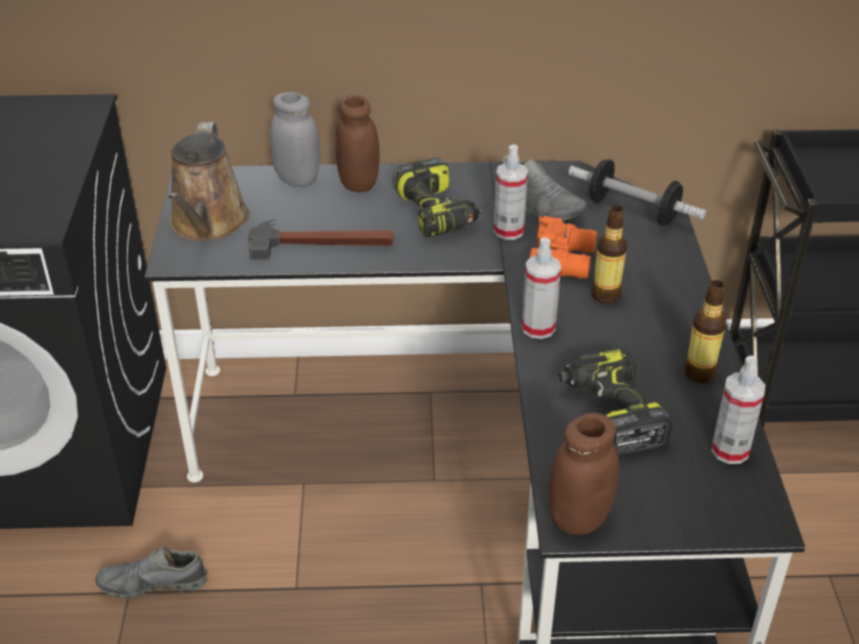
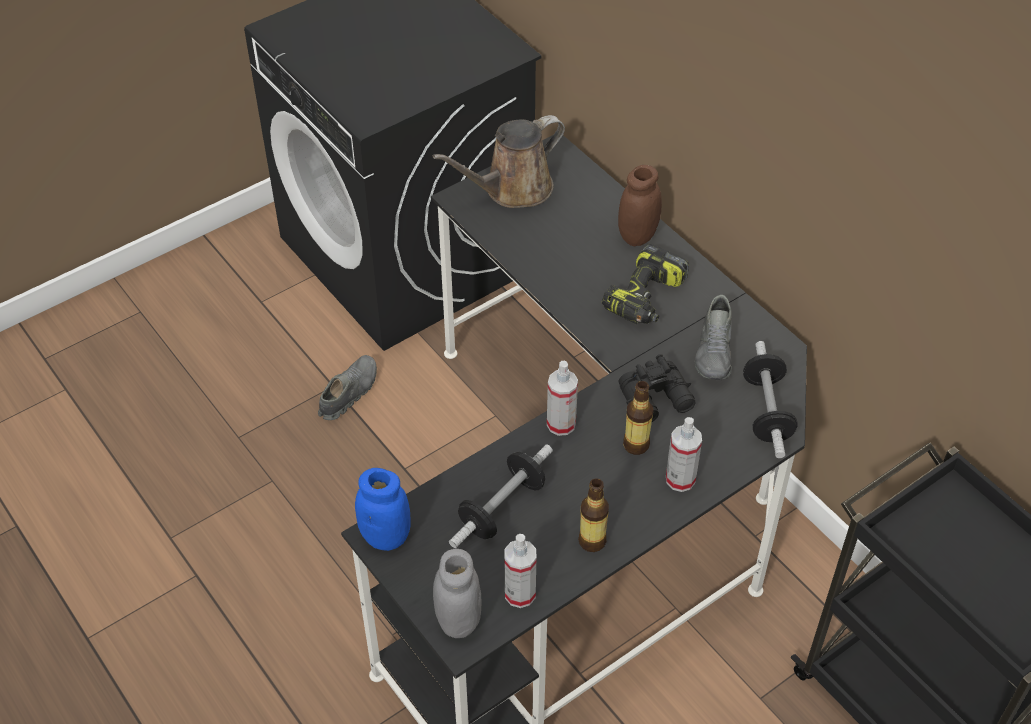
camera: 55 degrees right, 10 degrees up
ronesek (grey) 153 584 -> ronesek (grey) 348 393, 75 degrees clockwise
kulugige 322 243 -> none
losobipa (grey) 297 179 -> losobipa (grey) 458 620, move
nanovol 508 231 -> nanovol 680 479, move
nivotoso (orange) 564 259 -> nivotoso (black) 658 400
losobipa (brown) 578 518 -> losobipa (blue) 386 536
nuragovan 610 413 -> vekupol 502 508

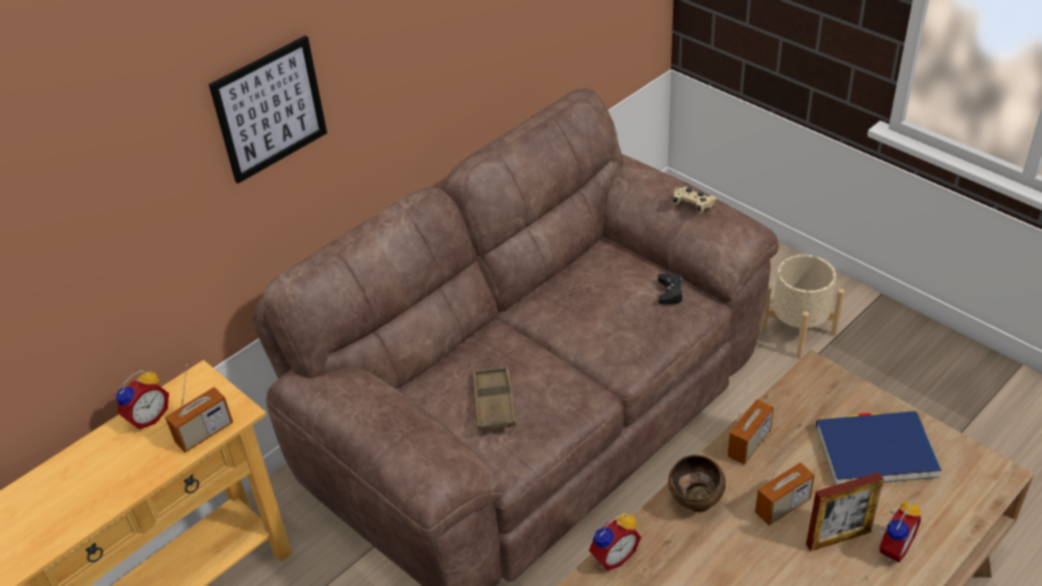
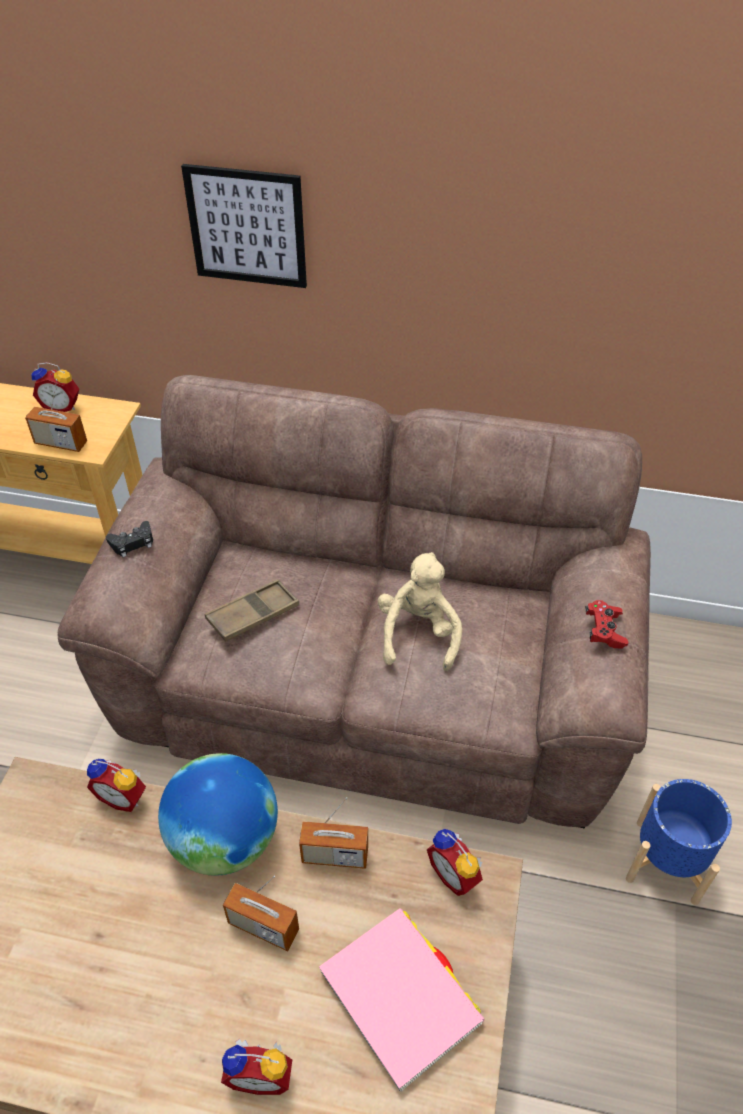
camera: 55 degrees right, 5 degrees up
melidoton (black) 670 292 -> melidoton (black) 132 543, move
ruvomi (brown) 696 504 -> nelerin 225 840
melidoton (beige) 693 205 -> melidoton (red) 604 630
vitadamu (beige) 797 331 -> vitadamu (blue) 666 860
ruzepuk 838 538 -> none
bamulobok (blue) 875 452 -> bamulobok (pink) 400 997
none -> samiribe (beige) 418 634
none -> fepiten 455 874

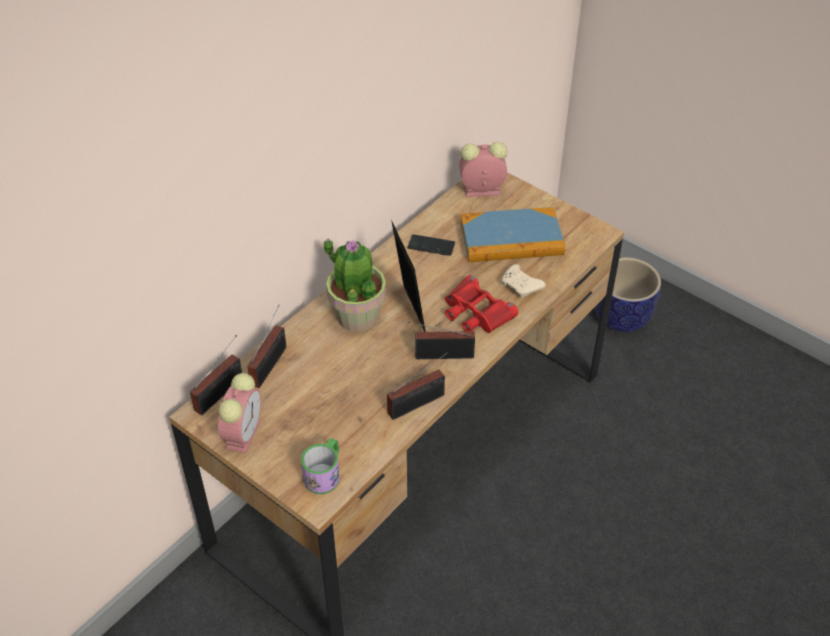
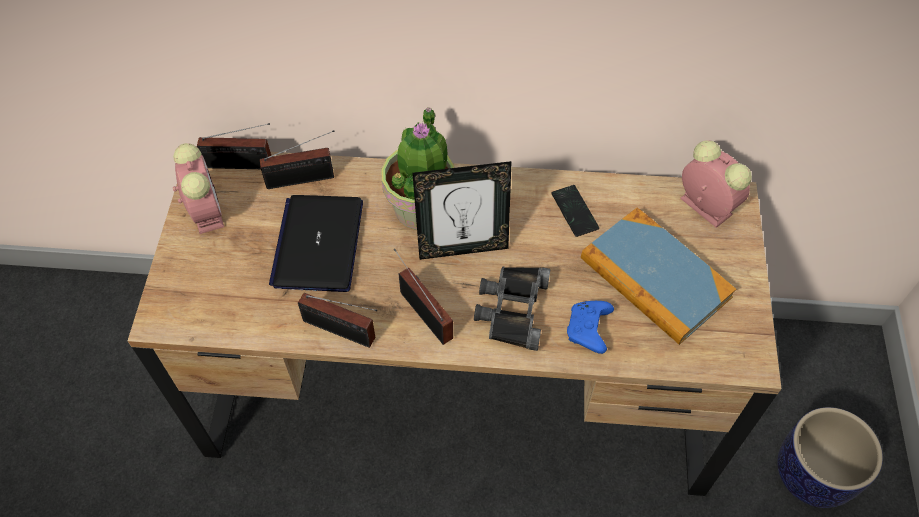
camera: 55 degrees right, 10 degrees up
fepiten 243 432 -> fepiten 205 210, 90 degrees counterclockwise
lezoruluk 325 473 -> none
ruzepuk 409 311 -> ruzepuk 462 247, 45 degrees clockwise
nivotoso (red) 476 312 -> nivotoso (black) 511 309
melidoton (beige) 521 287 -> melidoton (blue) 589 331
none -> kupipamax 318 244

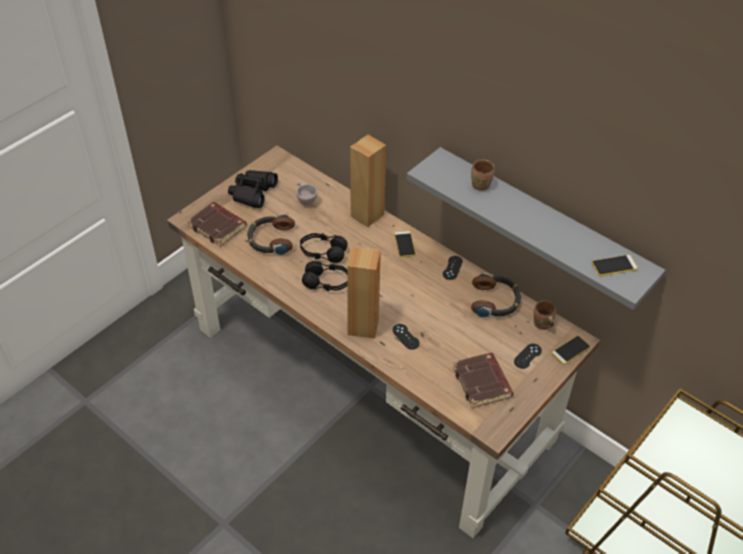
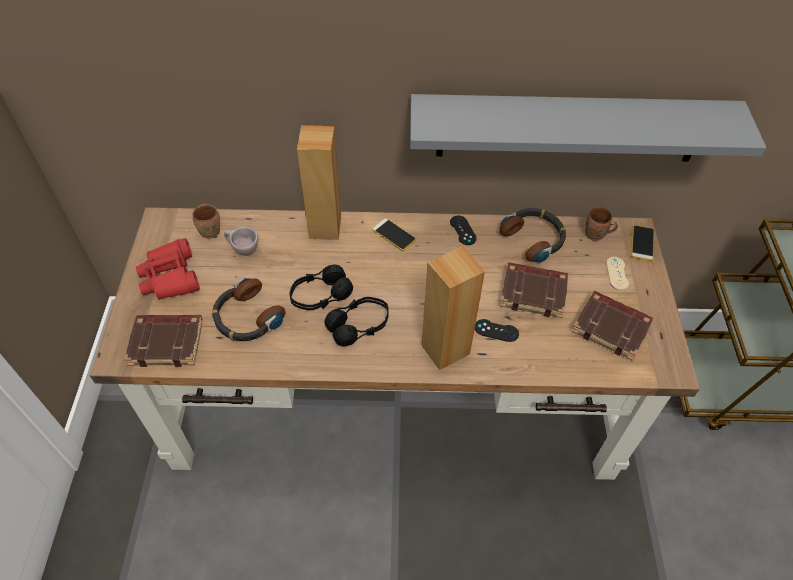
camera: 40 degrees left, 5 degrees up
nivotoso (black) 252 193 -> nivotoso (red) 170 277
lezoruluk (brown) 482 185 -> lezoruluk (brown) 211 230, move
melidoton (black) 527 356 -> melidoton (beige) 617 273
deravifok 614 266 -> none
none -> bamulobok (brown) 534 292

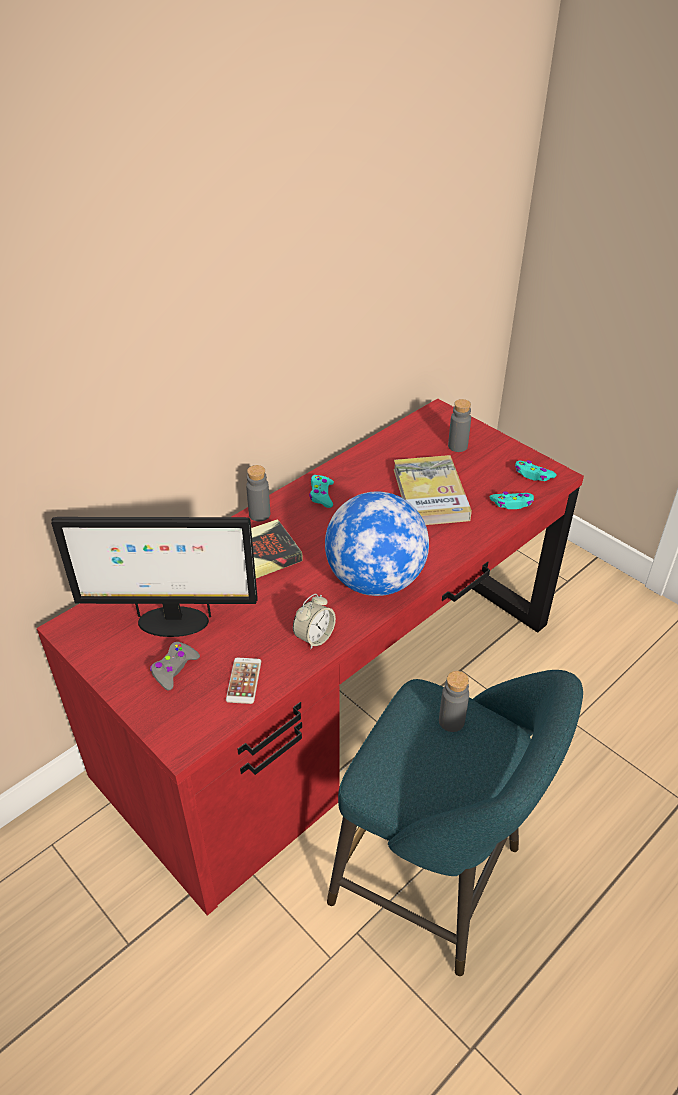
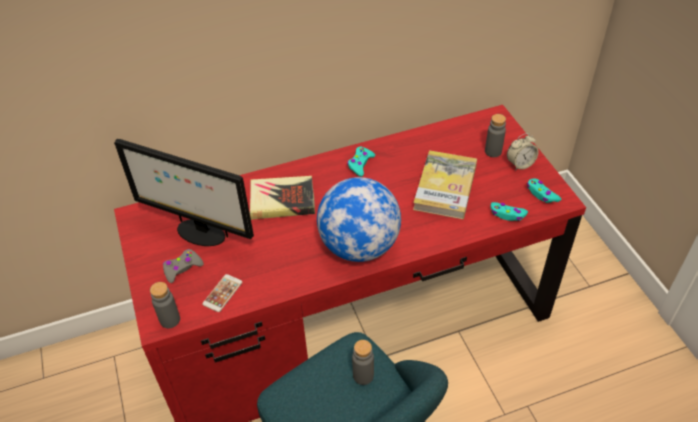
camera: 25 degrees right, 5 degrees up
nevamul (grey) 259 514 -> nevamul (grey) 170 320, move
fepiten 314 637 -> fepiten 520 164, move

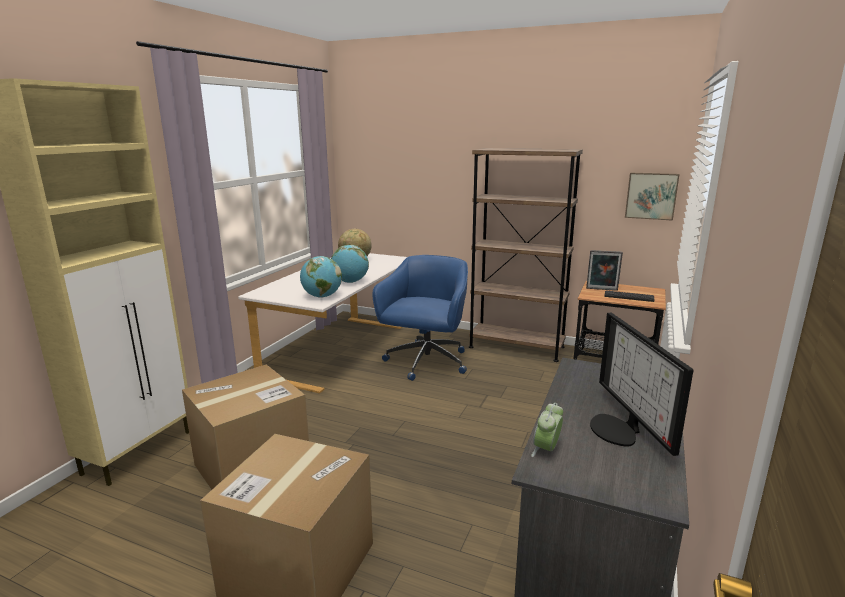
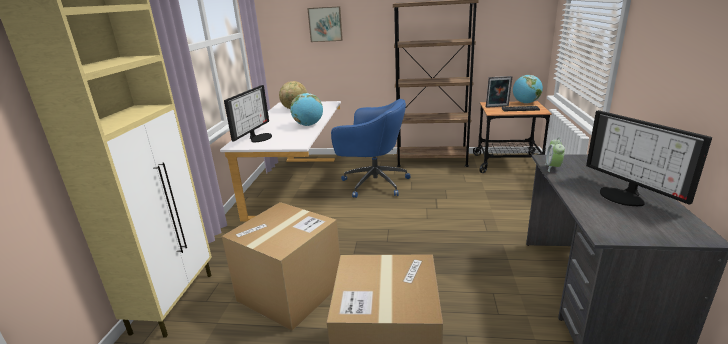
camera: 15 degrees left, 5 degrees up
nelerin 322 296 -> nelerin 525 103, move
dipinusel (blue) 426 363 -> dipinusel (blue) 373 183, 105 degrees clockwise
fepiten 546 450 -> fepiten 553 168, move
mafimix 651 196 -> mafimix 325 24, move
none -> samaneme 259 137

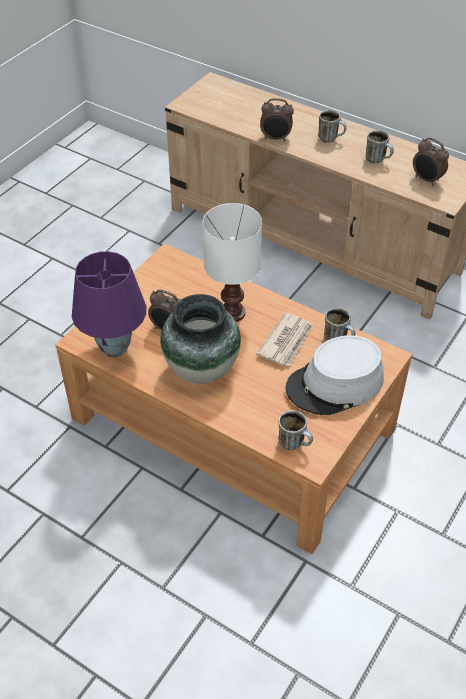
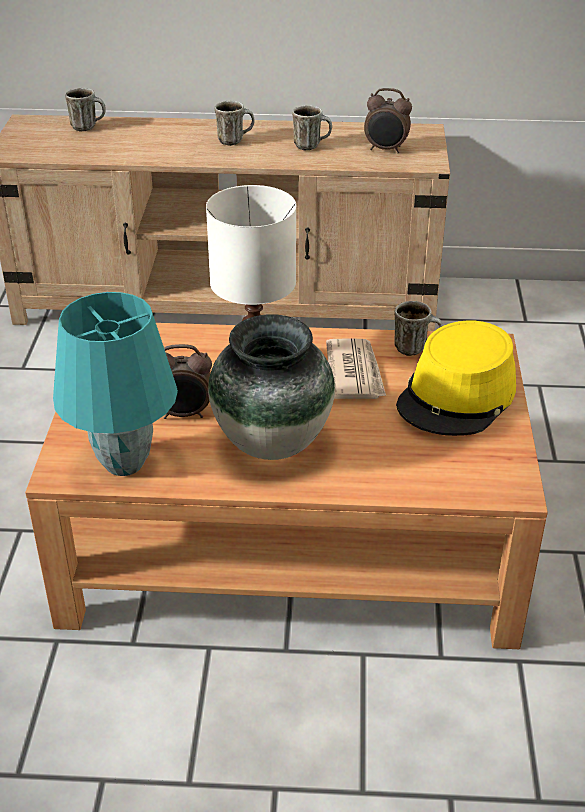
camera: 30 degrees left, 10 degrees down
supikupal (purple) 113 348 -> supikupal (turquoise) 123 464
fepiten 275 138 -> none
lezoruluk 295 443 -> lezoruluk 88 127, move
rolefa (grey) 335 384 -> rolefa (yellow) 457 396

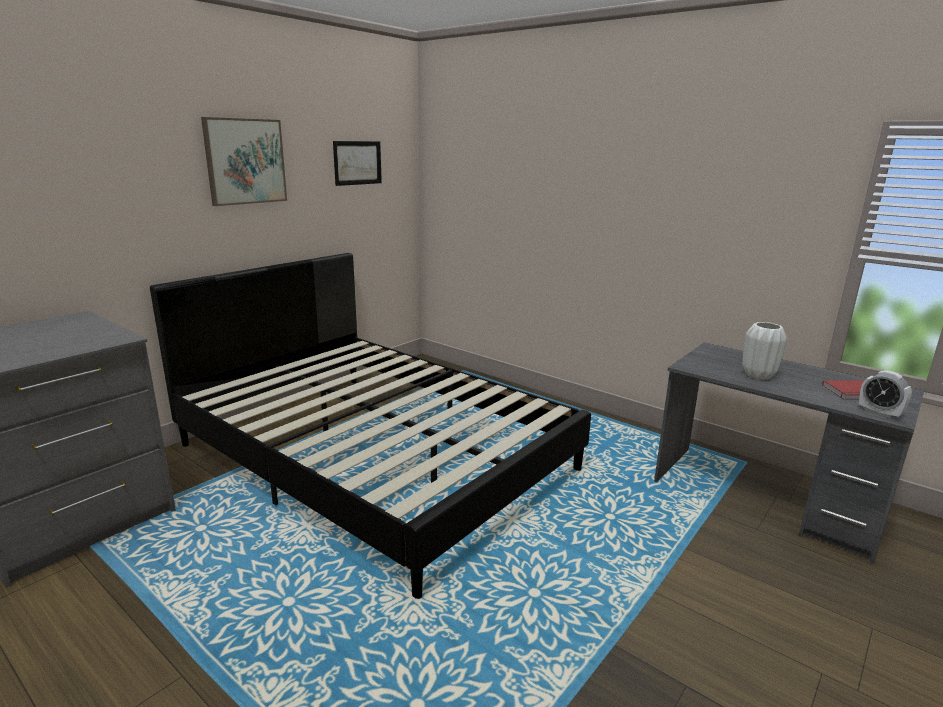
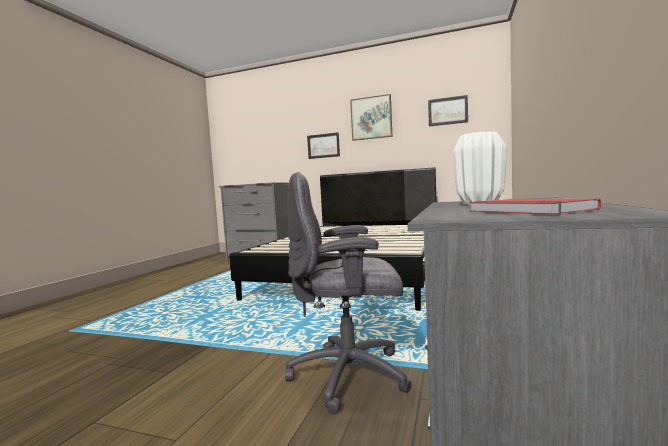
camera: 70 degrees right, 15 degrees down
fepiten 879 413 -> none
none -> dipinusel (grey) 351 375
none -> mafimix 323 146

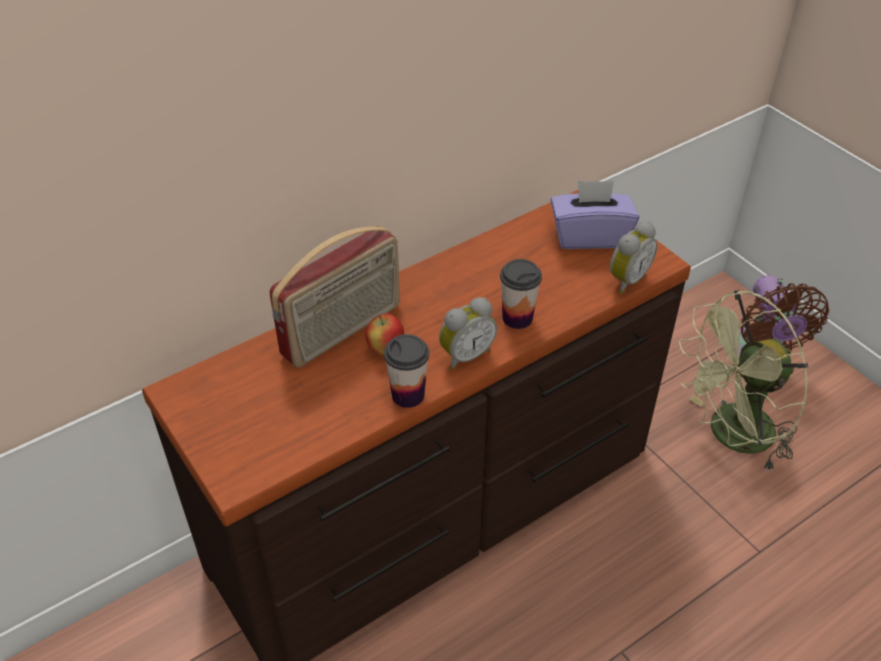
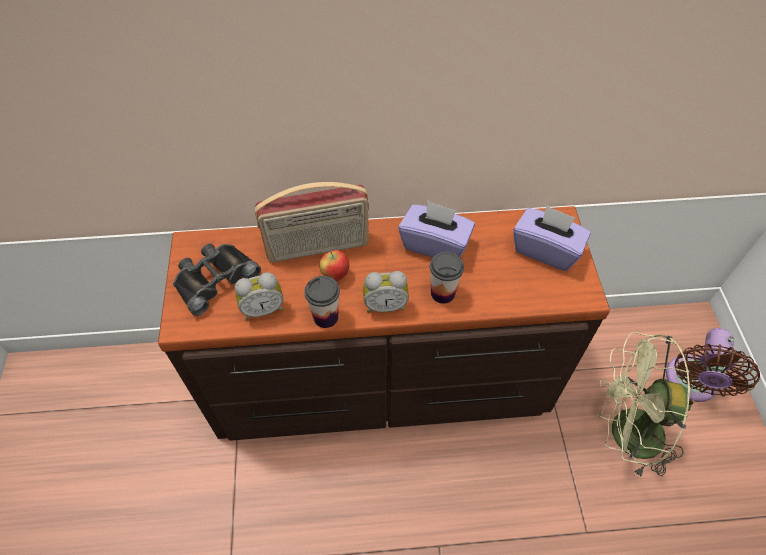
camera: 30 degrees right, 10 degrees up
fepiten 626 279 -> fepiten 263 308, move
none -> nivotoso (black) 214 278
none -> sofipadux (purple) 435 244

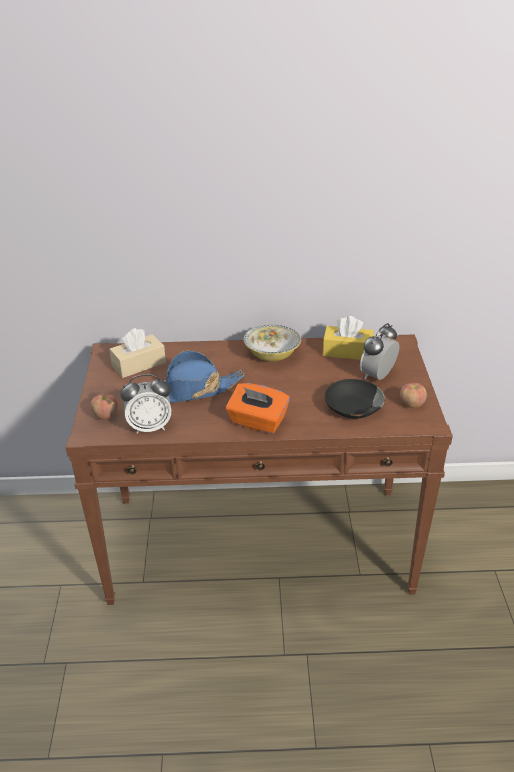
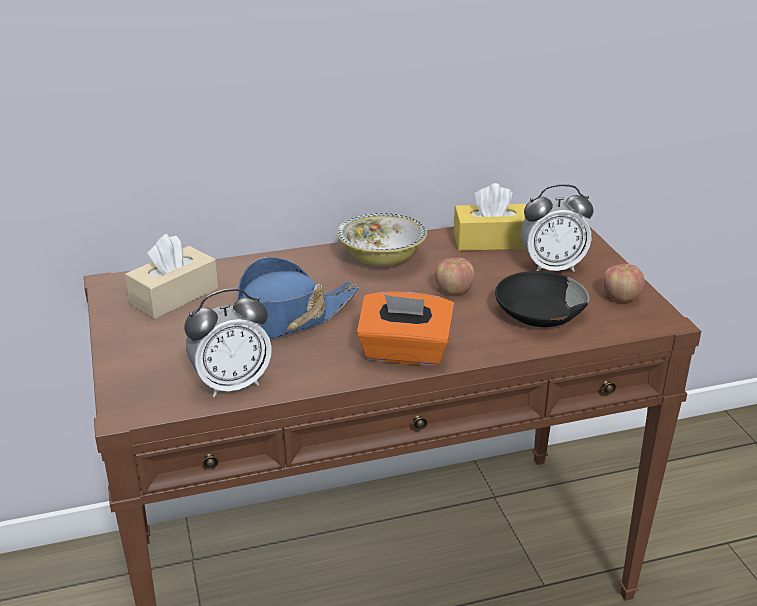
camera: 15 degrees left, 5 degrees down
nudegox 105 415 -> nudegox 454 290, move
fepiten 377 376 -> fepiten 552 267, 120 degrees counterclockwise

